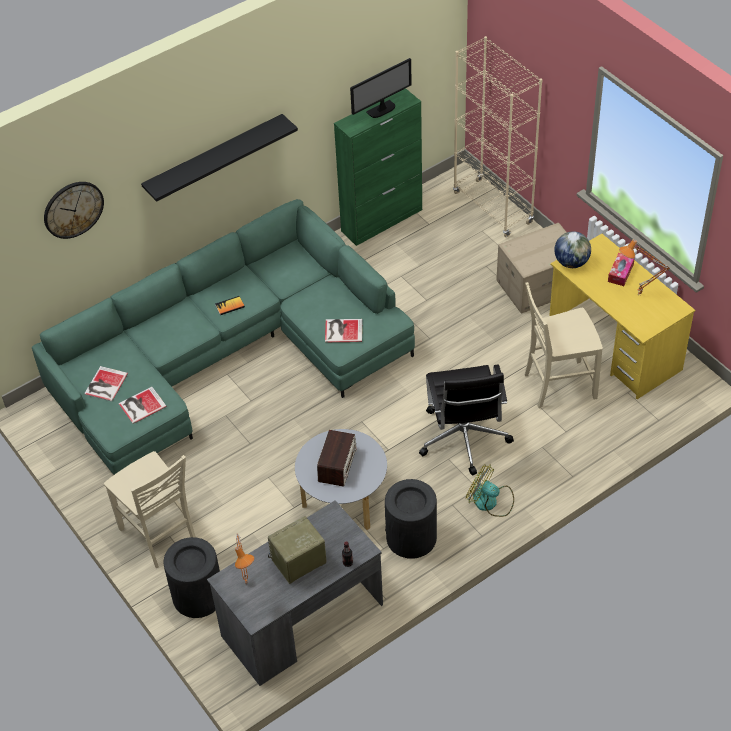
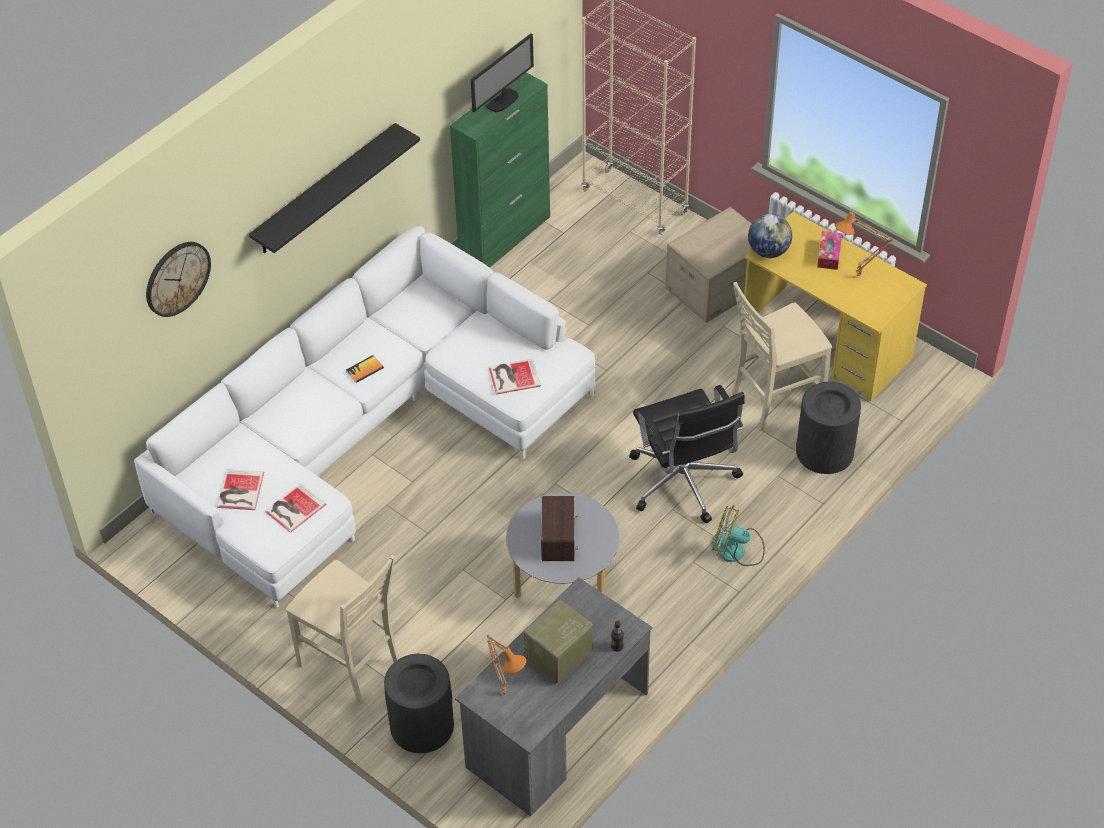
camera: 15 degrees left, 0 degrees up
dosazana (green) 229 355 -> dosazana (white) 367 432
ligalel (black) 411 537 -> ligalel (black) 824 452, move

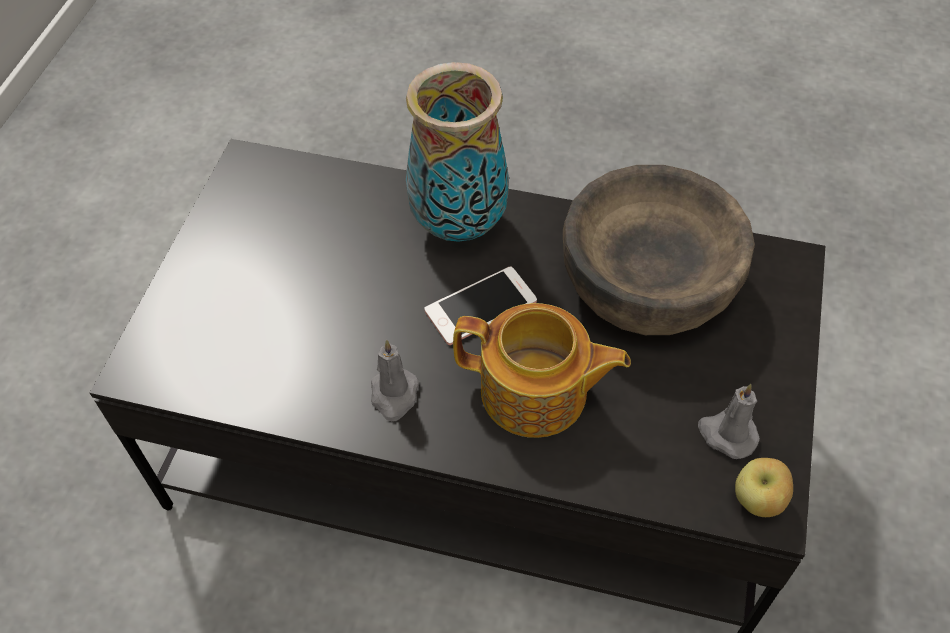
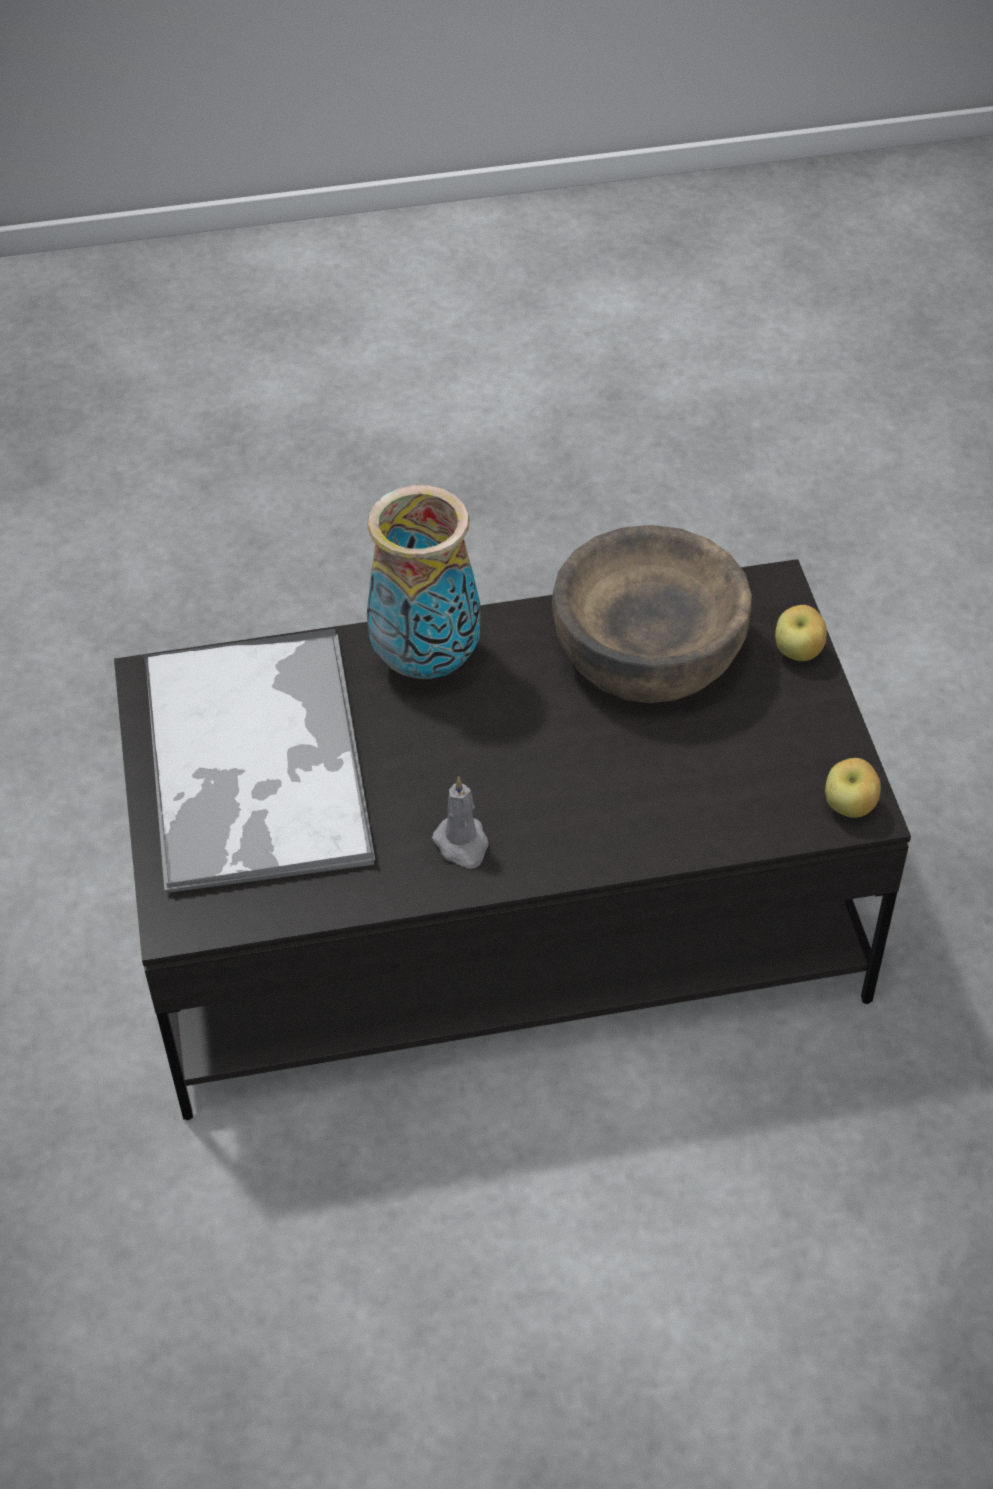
camera: 25 degrees left, 5 degrees down
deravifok 480 306 -> none
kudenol 536 393 -> none
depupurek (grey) 726 434 -> none
none -> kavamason 256 763
none -> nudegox 798 653

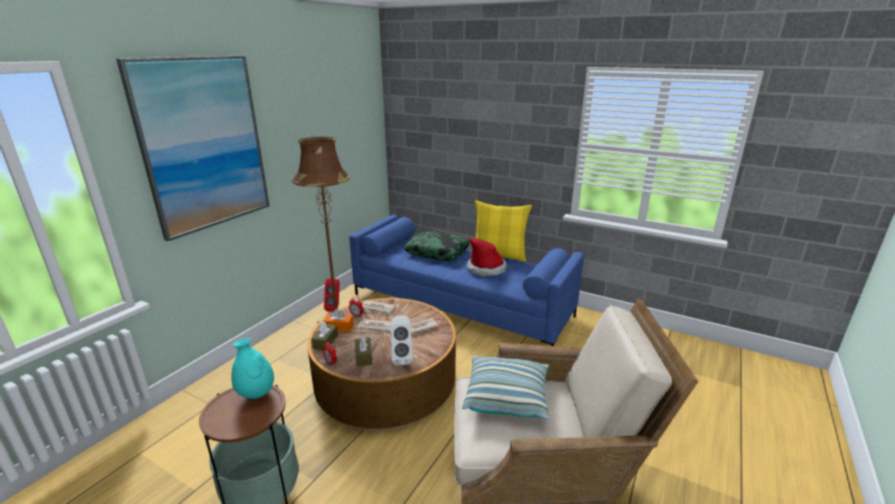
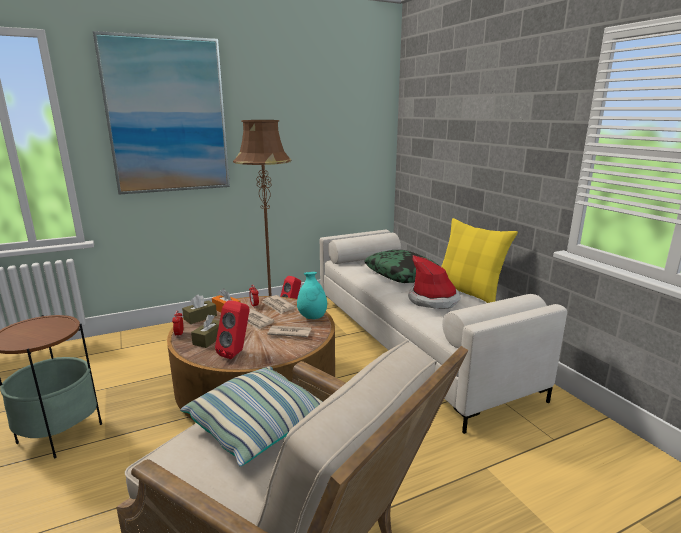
camera: 35 degrees right, 5 degrees down
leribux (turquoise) 256 393 -> leribux (turquoise) 312 317, move
dosazana (blue) 461 305 -> dosazana (white) 413 342
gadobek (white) 402 358 -> gadobek (red) 236 352

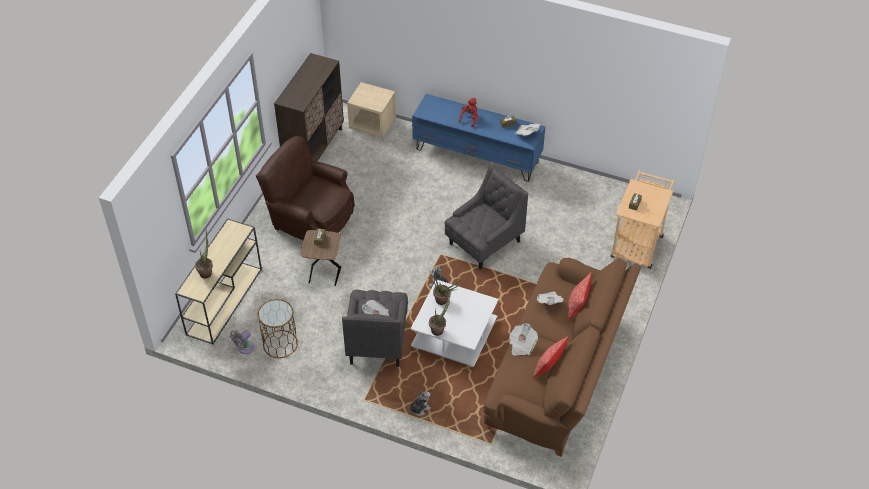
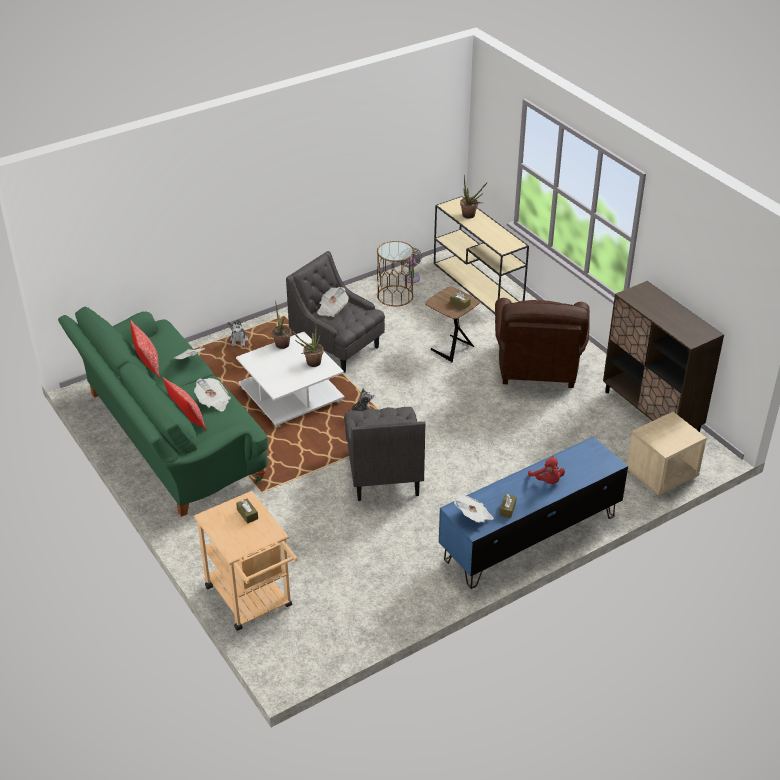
camera: 125 degrees right, 10 degrees down
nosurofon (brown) 310 219 -> nosurofon (brown) 537 368, 120 degrees clockwise
dosazana (brown) 558 374 -> dosazana (green) 169 438

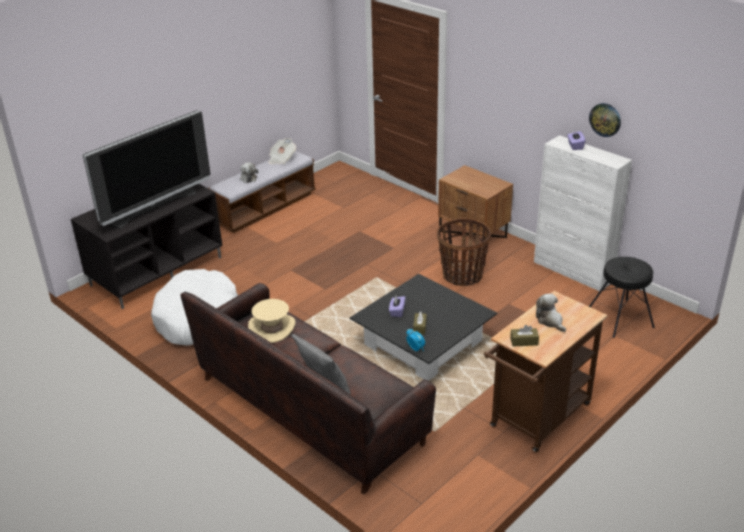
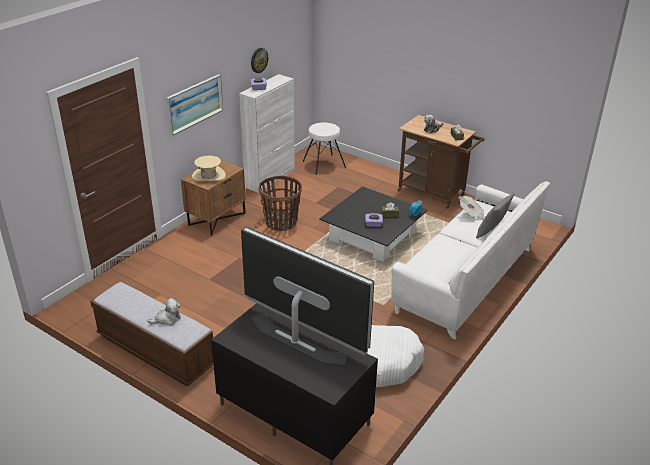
camera: 100 degrees left, 0 degrees up
dosazana (brown) 309 410 -> dosazana (white) 466 280
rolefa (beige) 272 328 -> rolefa (beige) 208 176, move
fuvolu 281 159 -> fuvolu 471 214, move
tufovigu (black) 621 317 -> tufovigu (white) 323 164
none -> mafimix 194 103

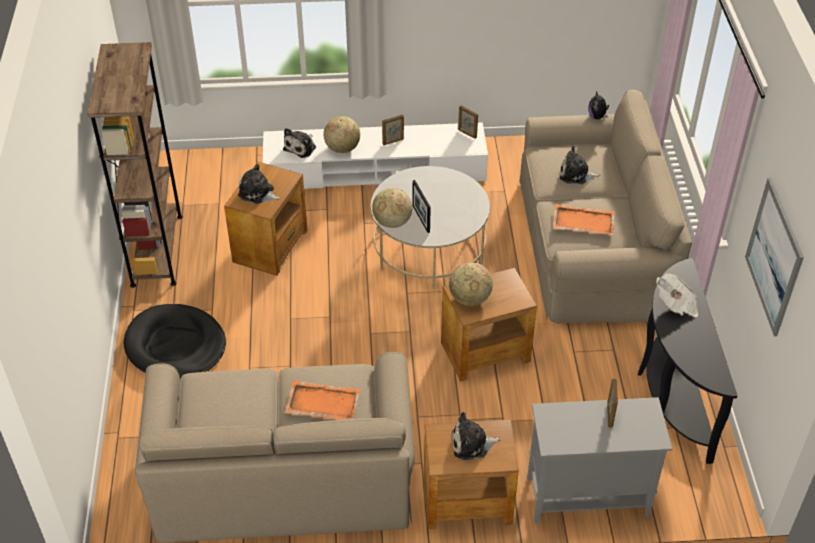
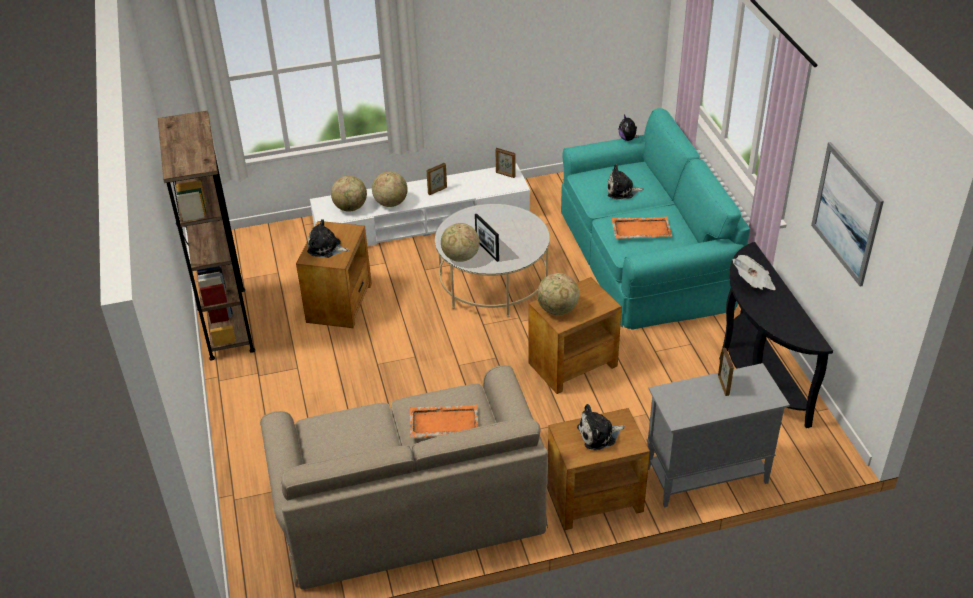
camera: 10 degrees left, 5 degrees down
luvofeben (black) 175 345 -> none
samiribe 301 147 -> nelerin 350 207
dosazana (beige) 592 245 -> dosazana (turquoise) 644 258

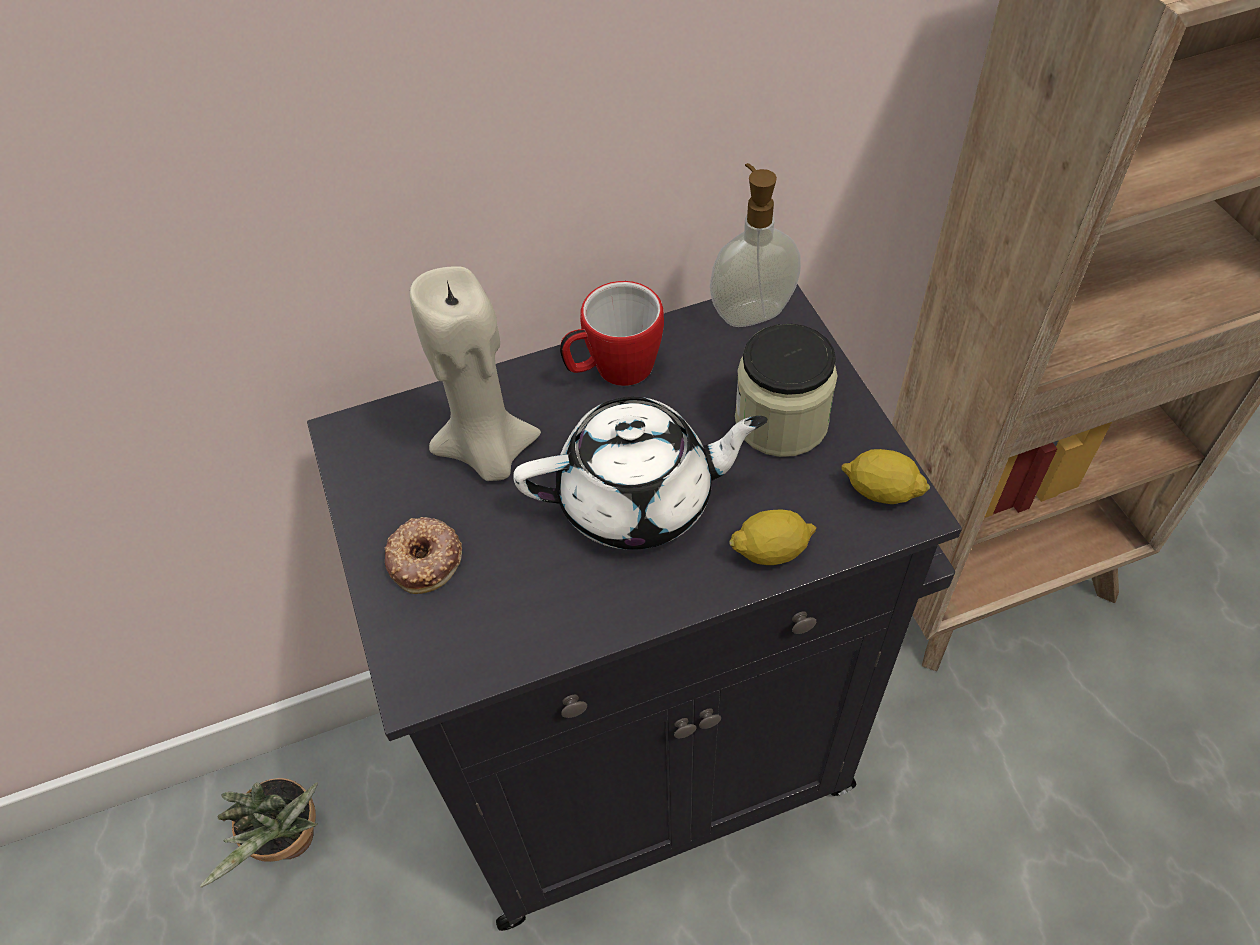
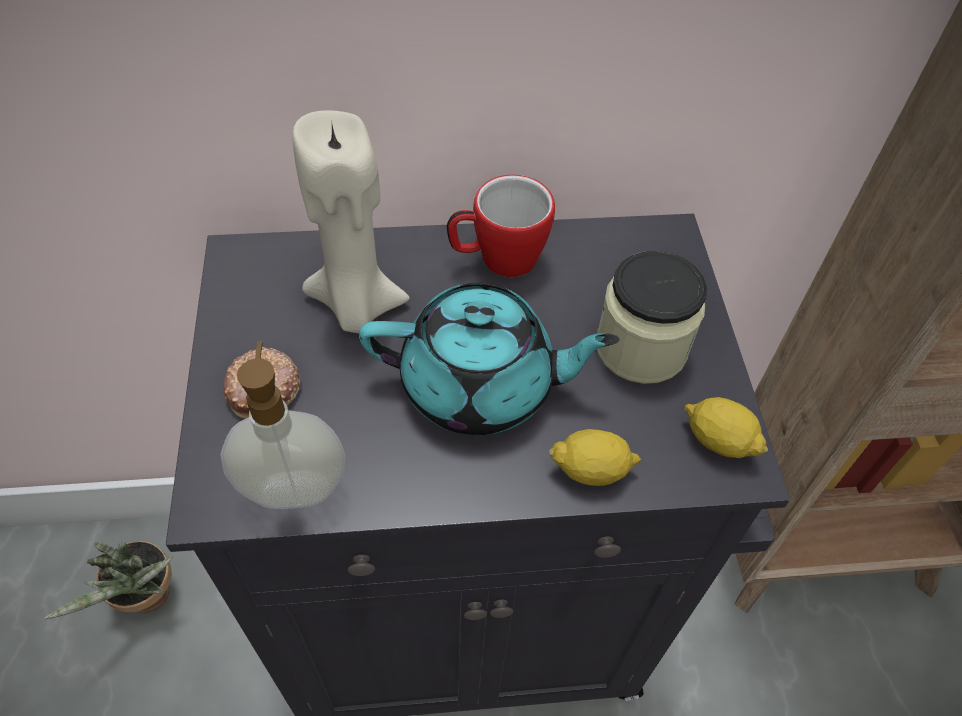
camera: 10 degrees right, 0 degrees up
kudenol (white) 639 499 -> kudenol (turquoise) 480 385
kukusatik 751 311 -> kukusatik 294 487, move

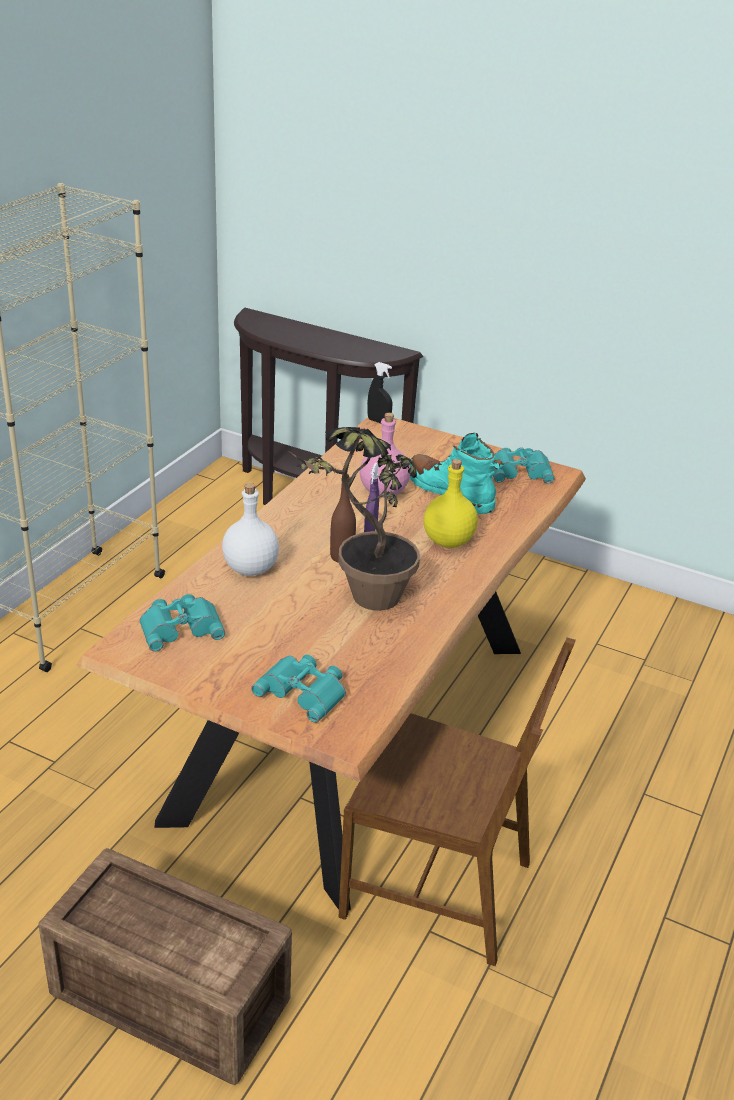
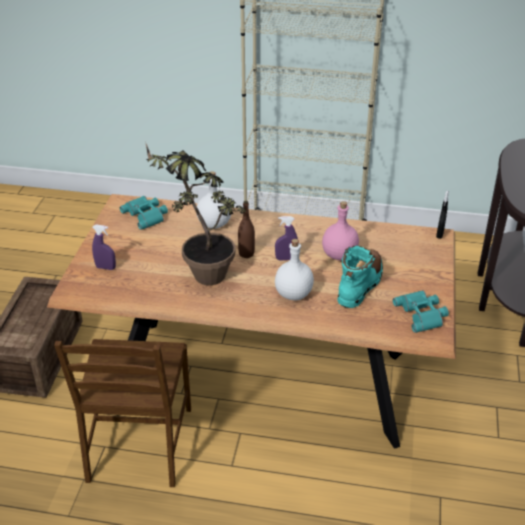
camera: 75 degrees right, 5 degrees up
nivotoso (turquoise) 304 691 -> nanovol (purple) 105 267
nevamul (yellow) 447 541 -> nevamul (white) 293 294

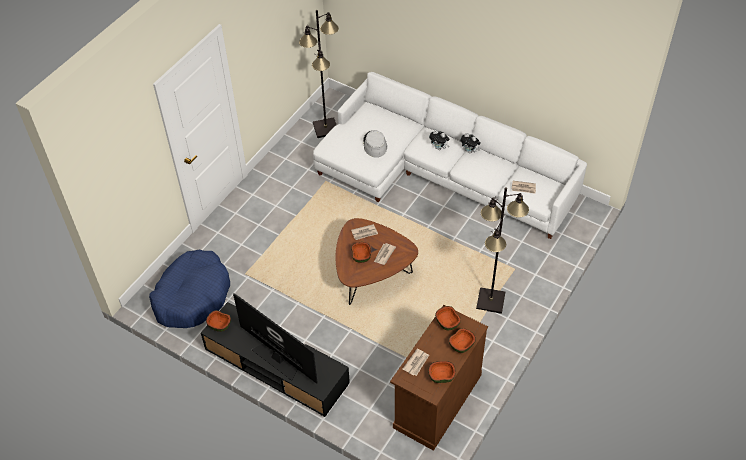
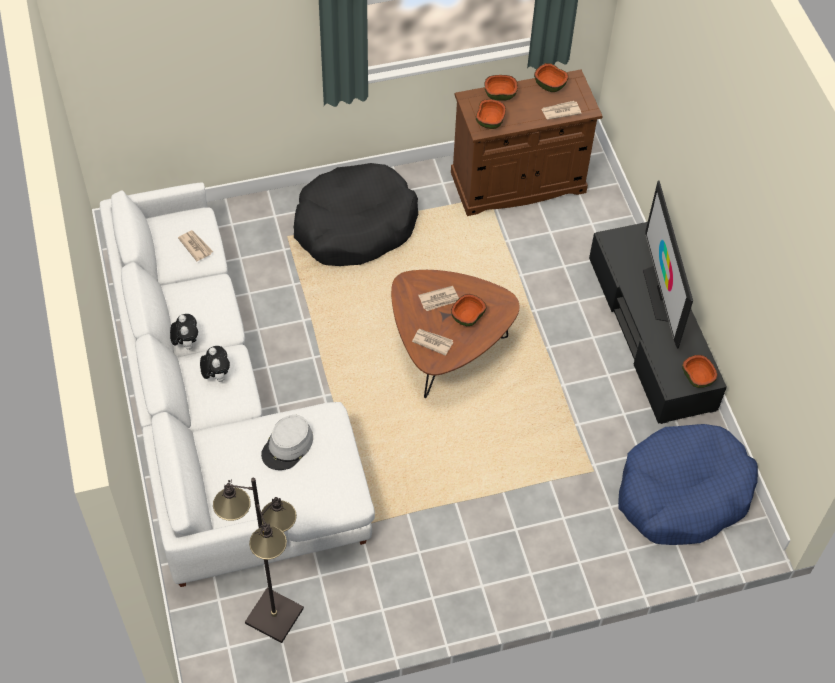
camera: 140 degrees left, 5 degrees up
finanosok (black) 491 301 -> luvofeben (black) 354 226

